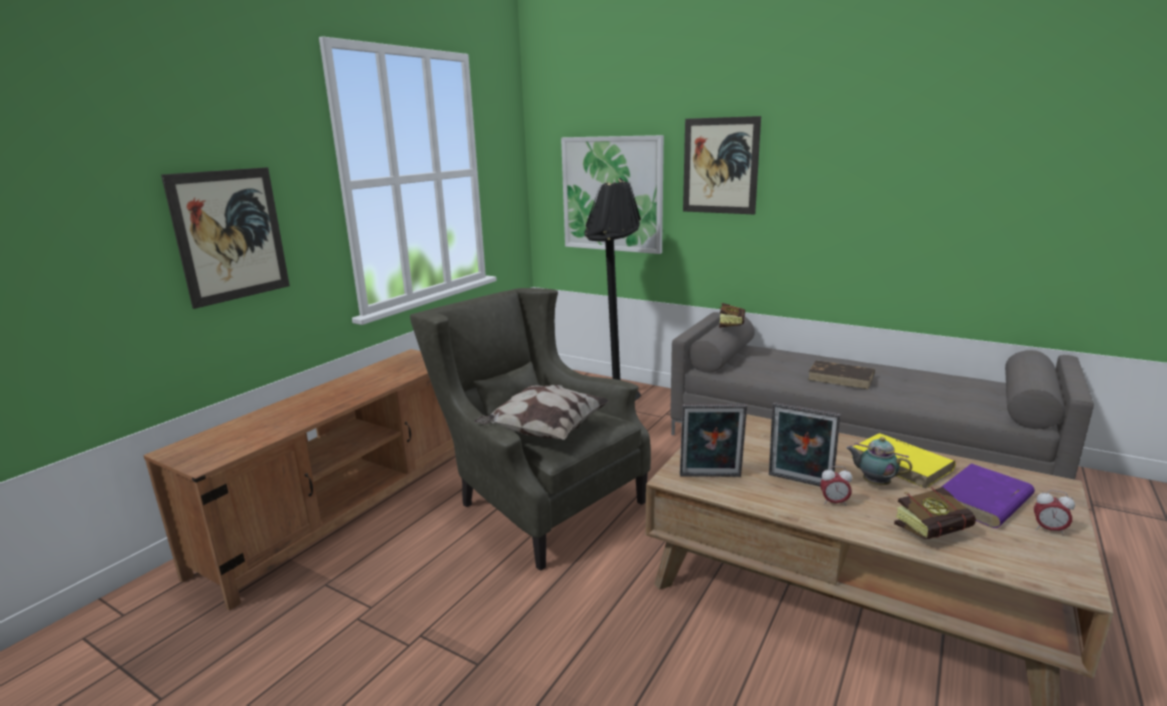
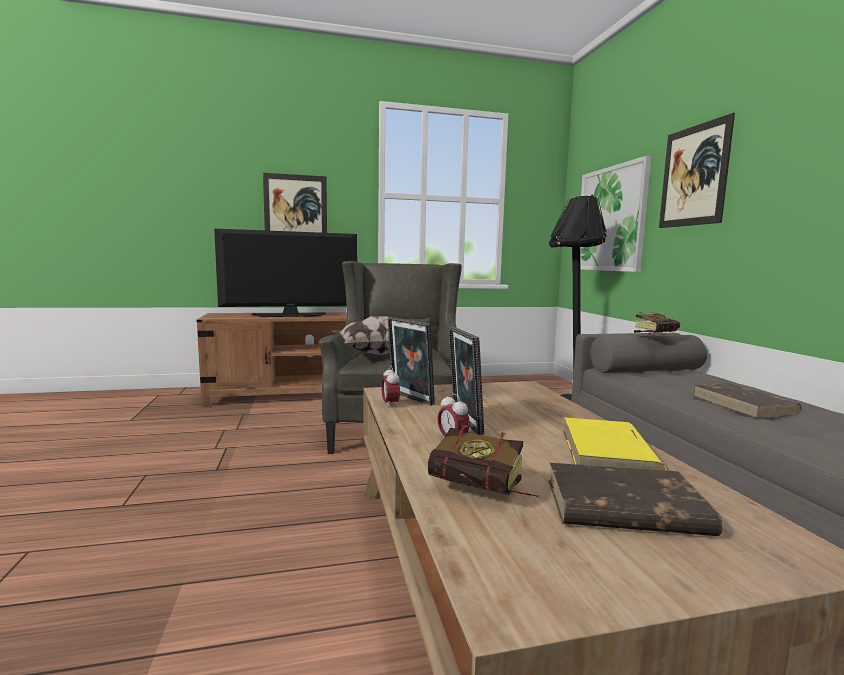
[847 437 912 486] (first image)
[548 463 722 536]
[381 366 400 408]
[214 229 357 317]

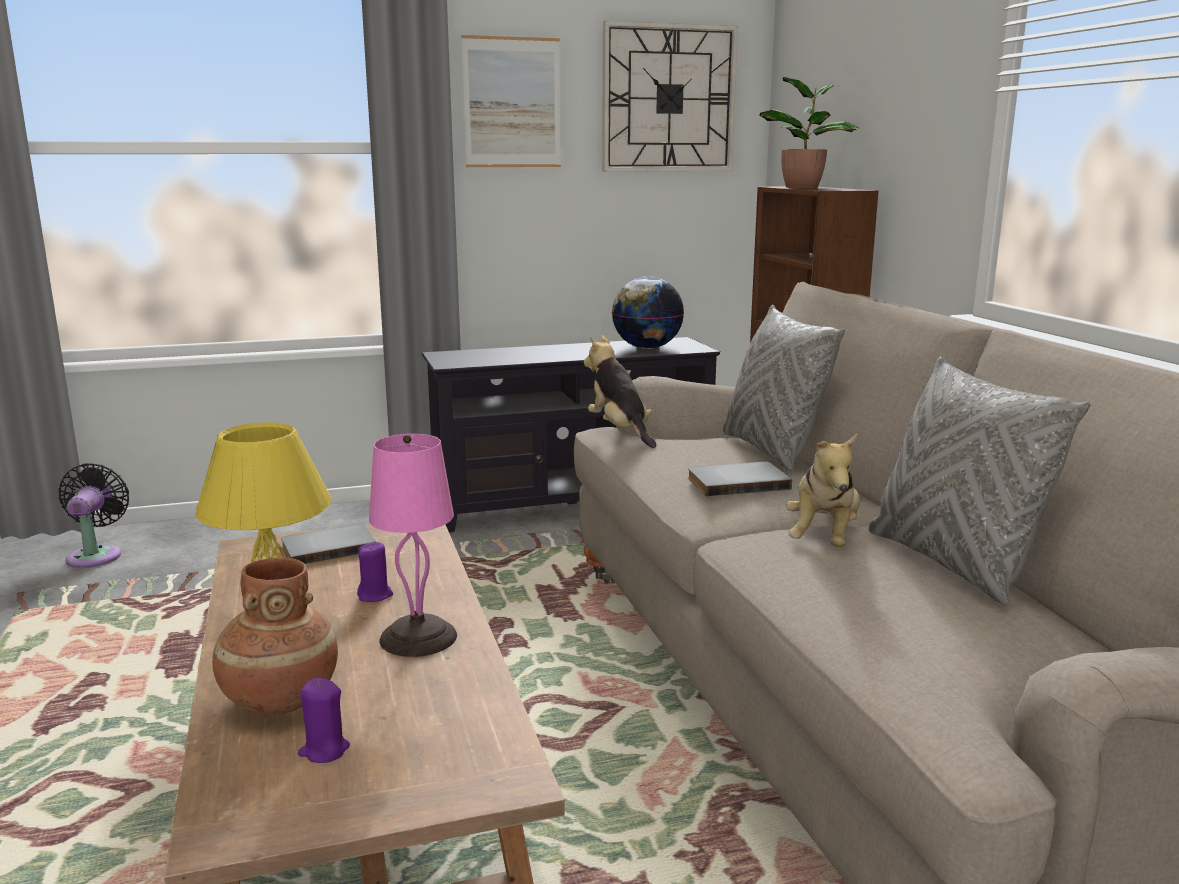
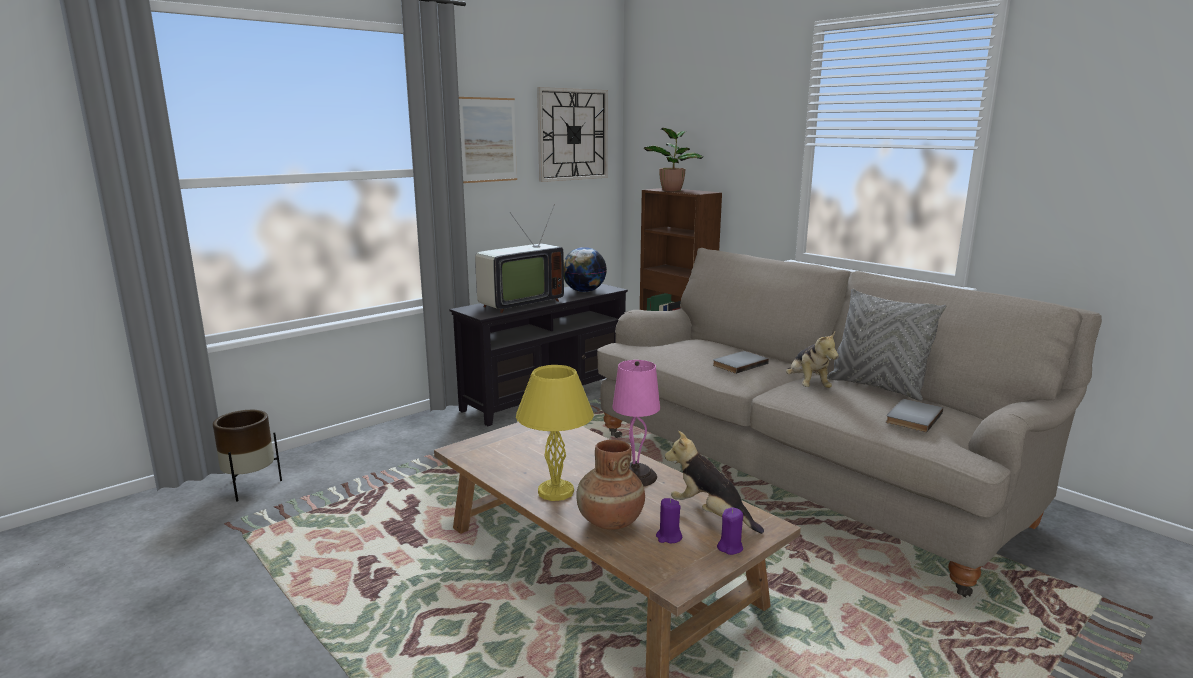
[723 305 845 471] (first image)
[665 431 764 534]
[213 410 282 502]
[886 399 943 433]
[717 507 743 555]
[475 204 564 313]

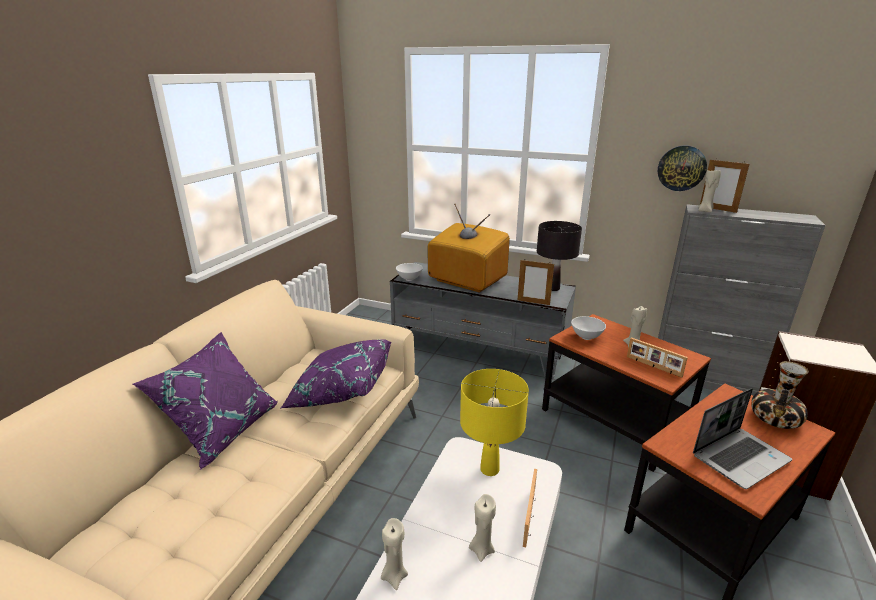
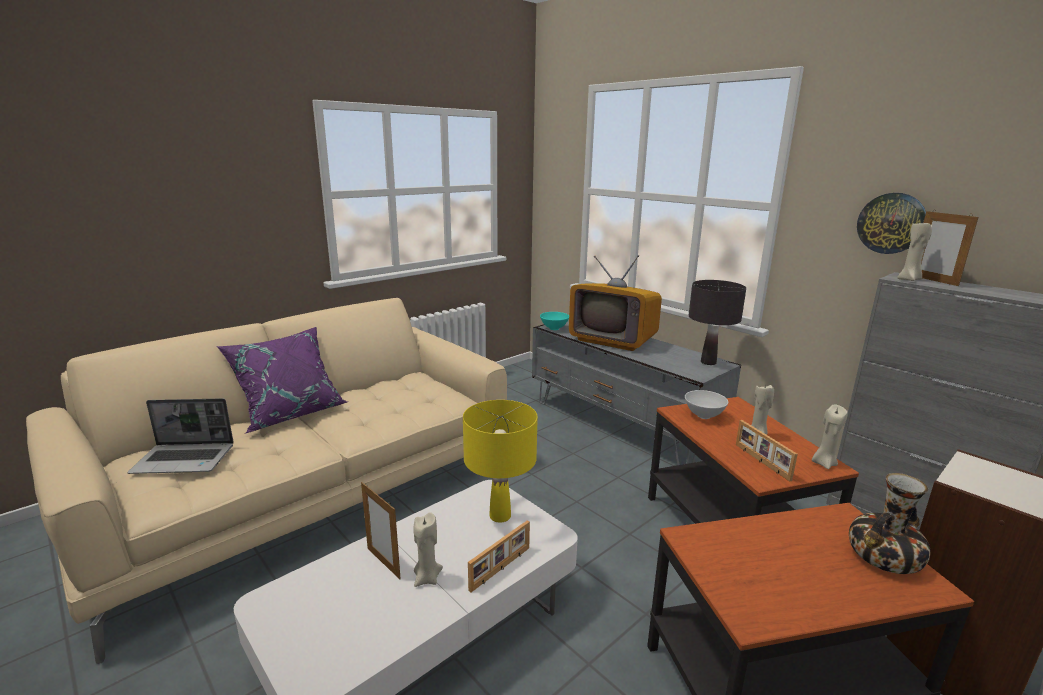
[569 255 662 351]
[361 482 401 579]
[540 312 569 330]
[280 339 391 409] (first image)
[127 398 234 474]
[812 404 848 469]

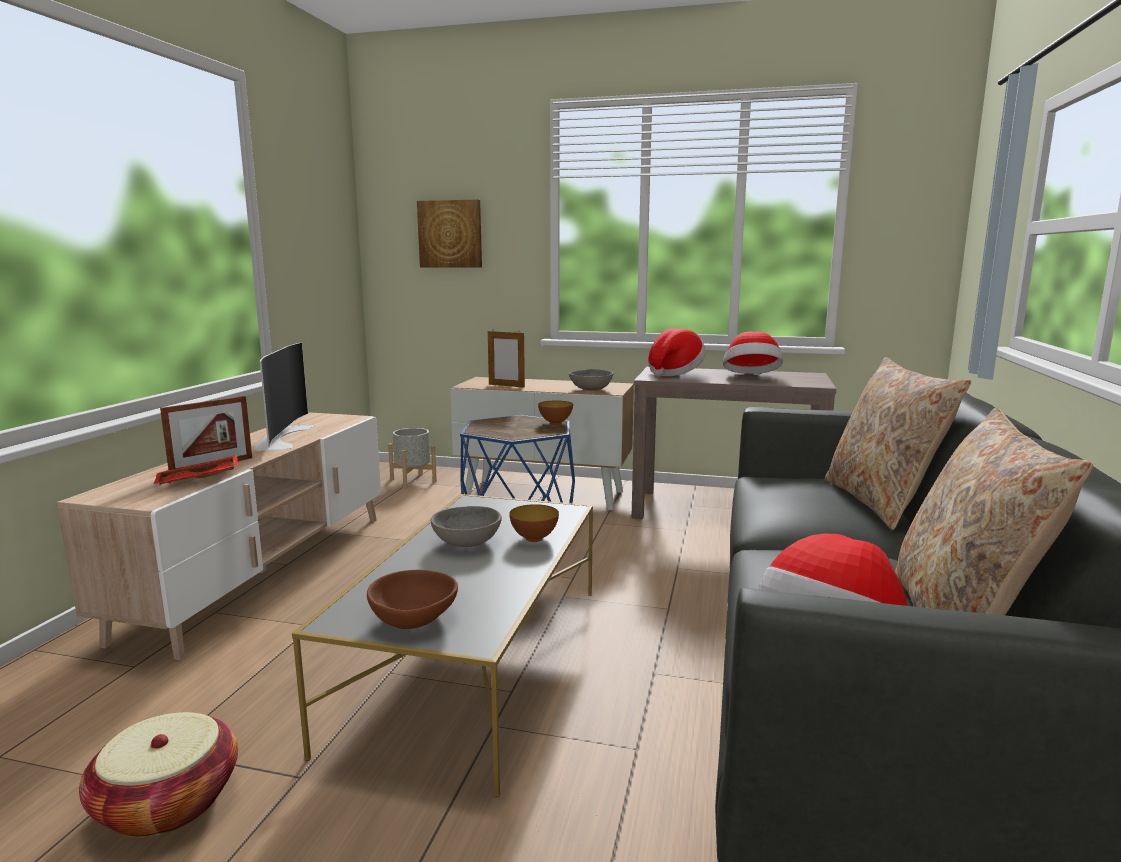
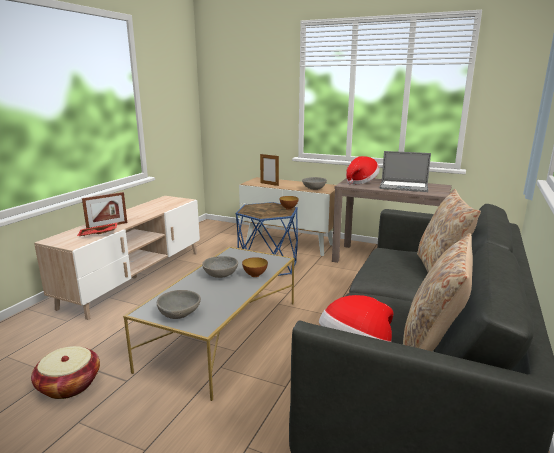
[417 200 482 268] (first image)
[379 151 431 192]
[255 342 315 451] (first image)
[388 428 437 488] (first image)
[157 290 201 319]

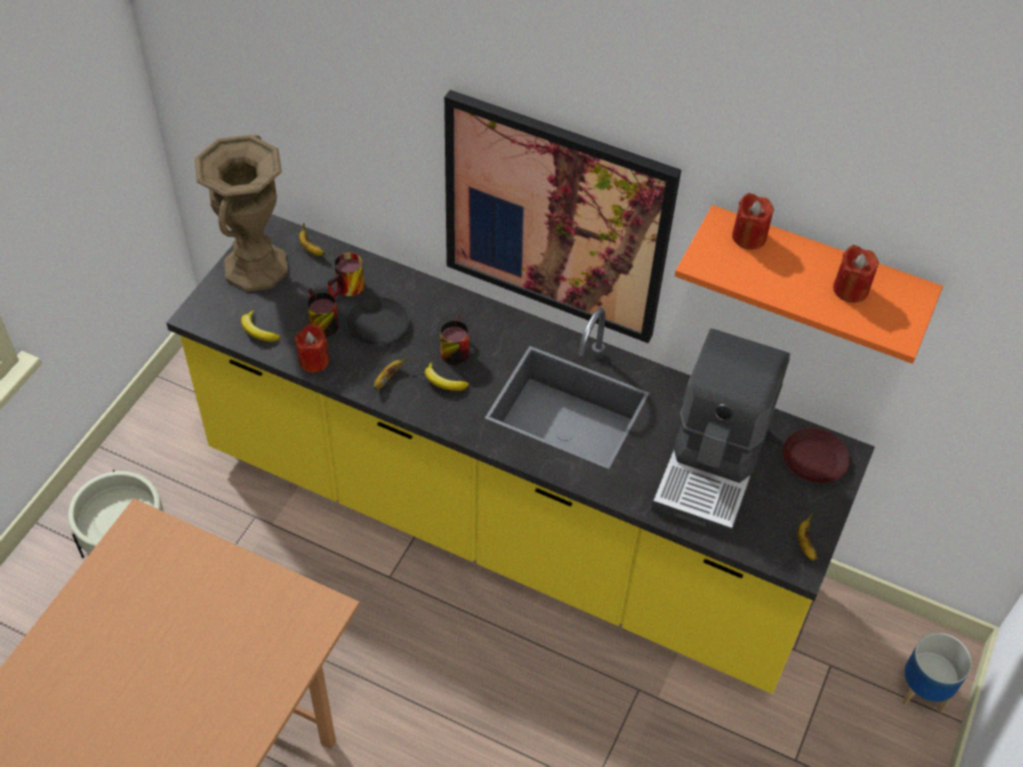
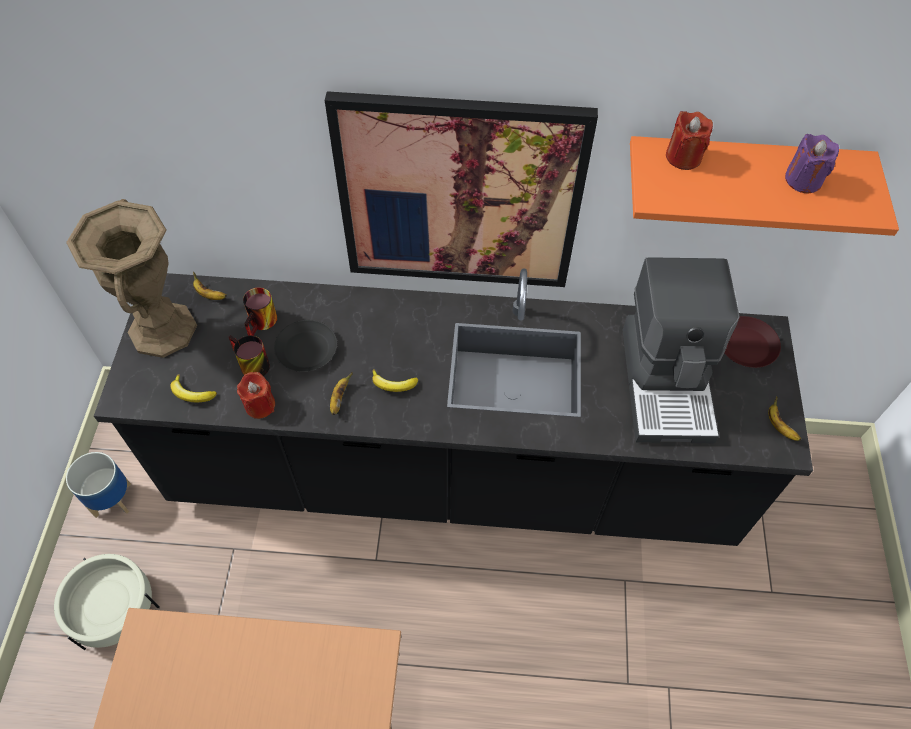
[94 268 813 546]
[785 134 839 194]
[440 313 469 365] (first image)
[66 452 131 518]

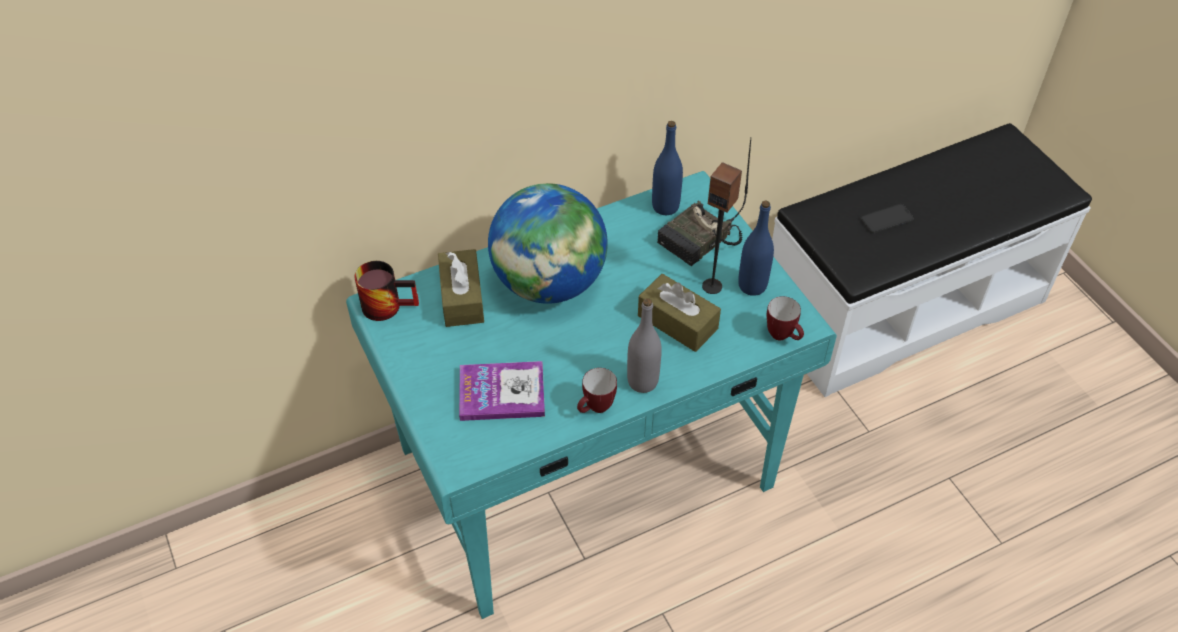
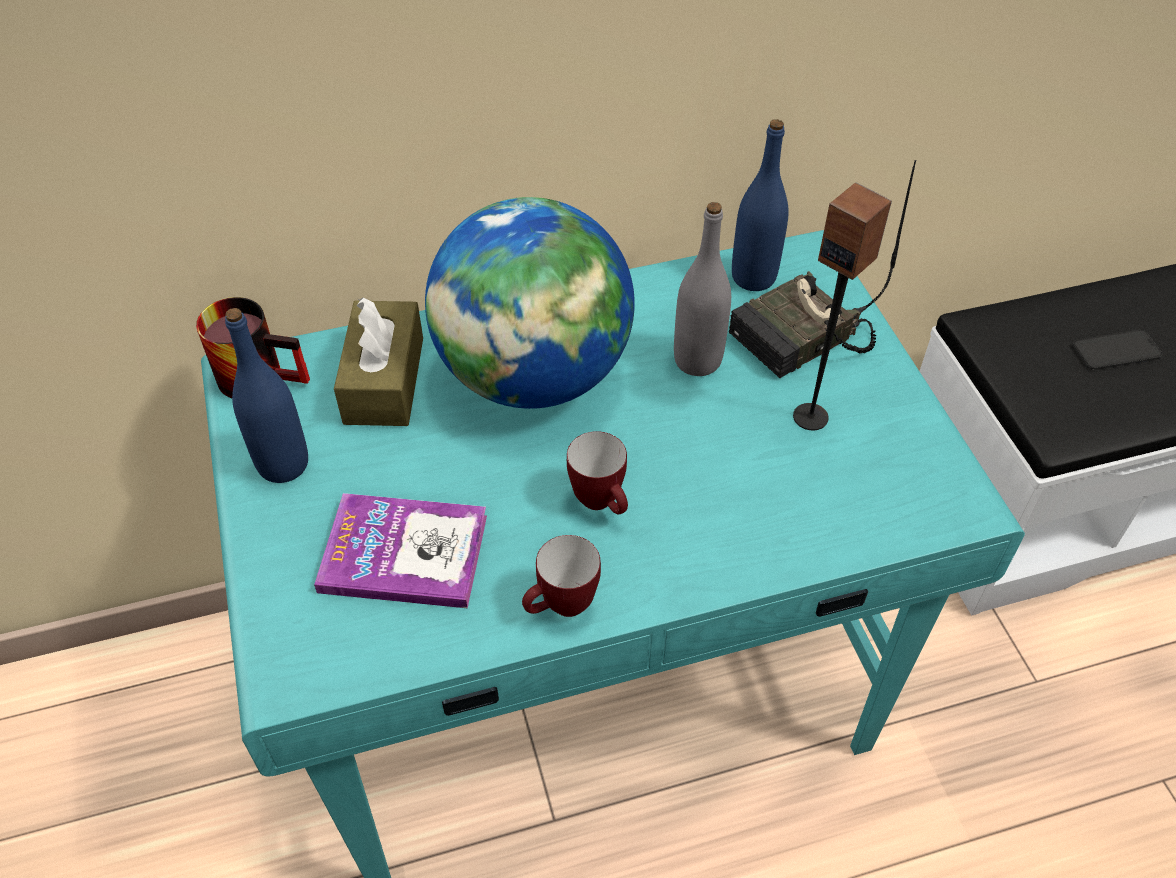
[225 308 308 483]
[638 274 721 352] (first image)
[567 431 628 514]
[674 202 731 376]

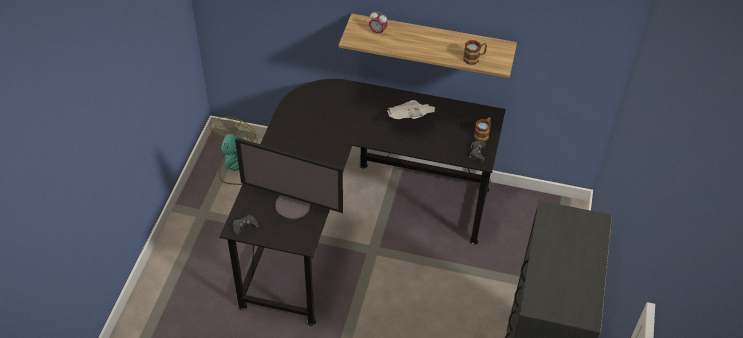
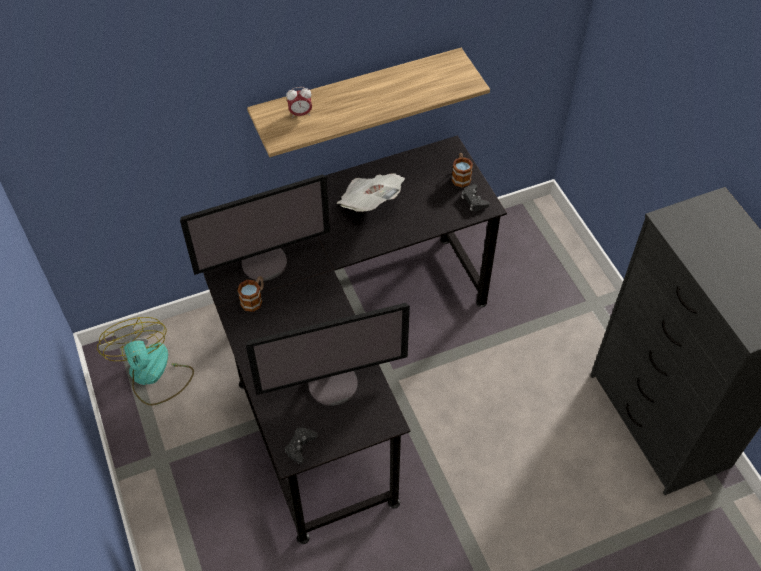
[237 276 264 312]
[180 174 330 281]

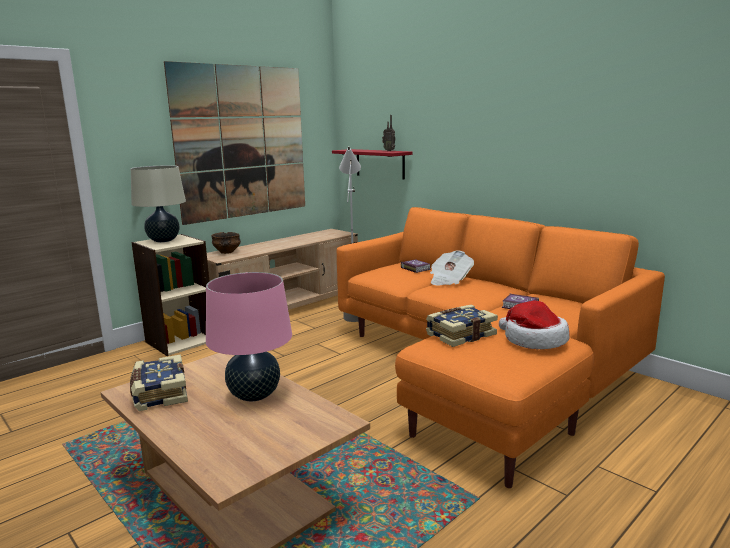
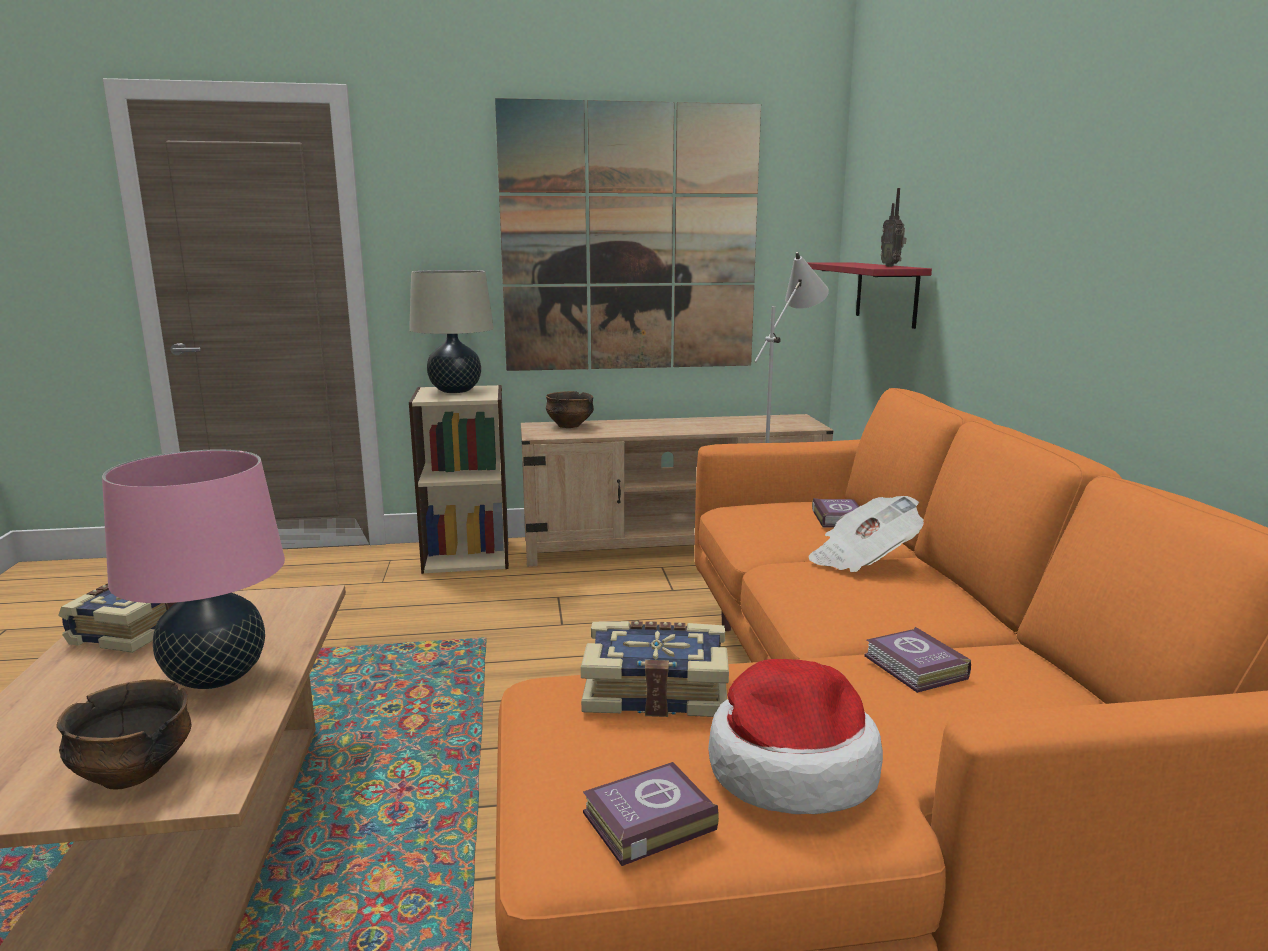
[56 679 191 789]
[583 762 719 866]

